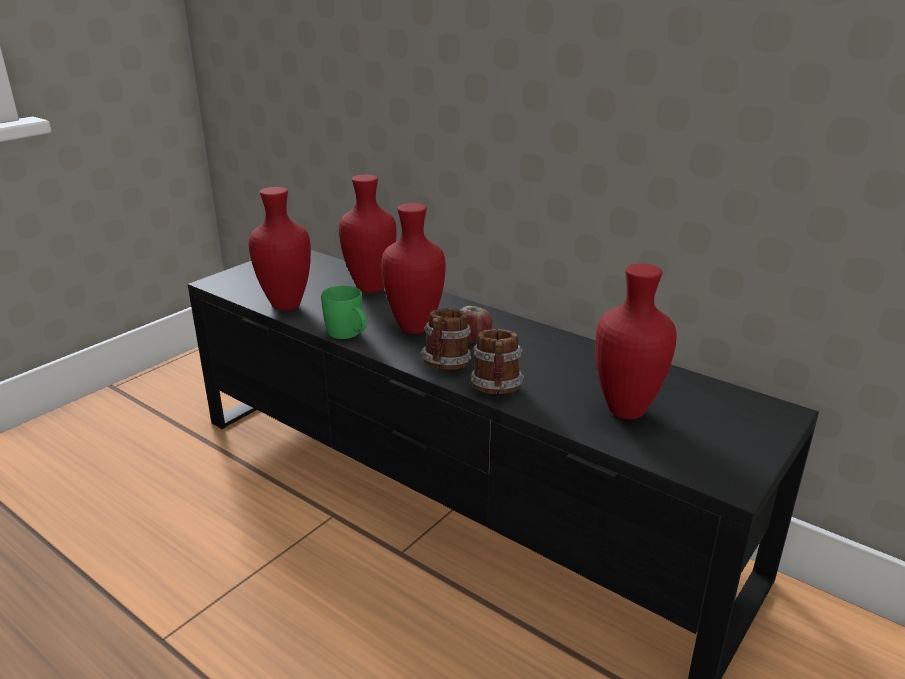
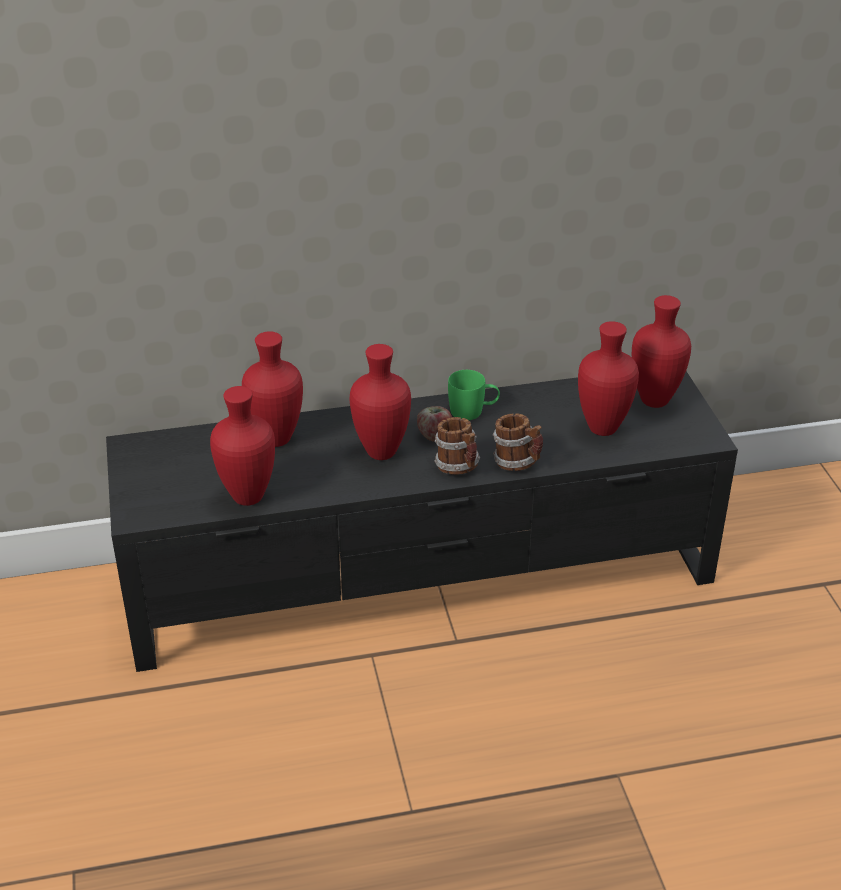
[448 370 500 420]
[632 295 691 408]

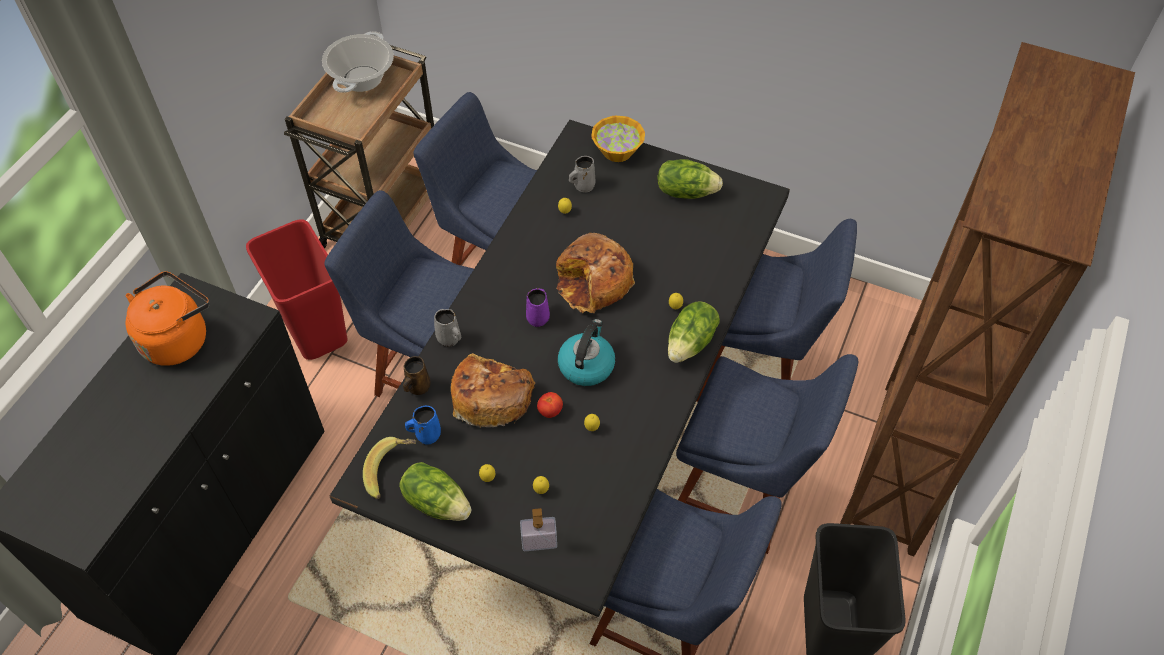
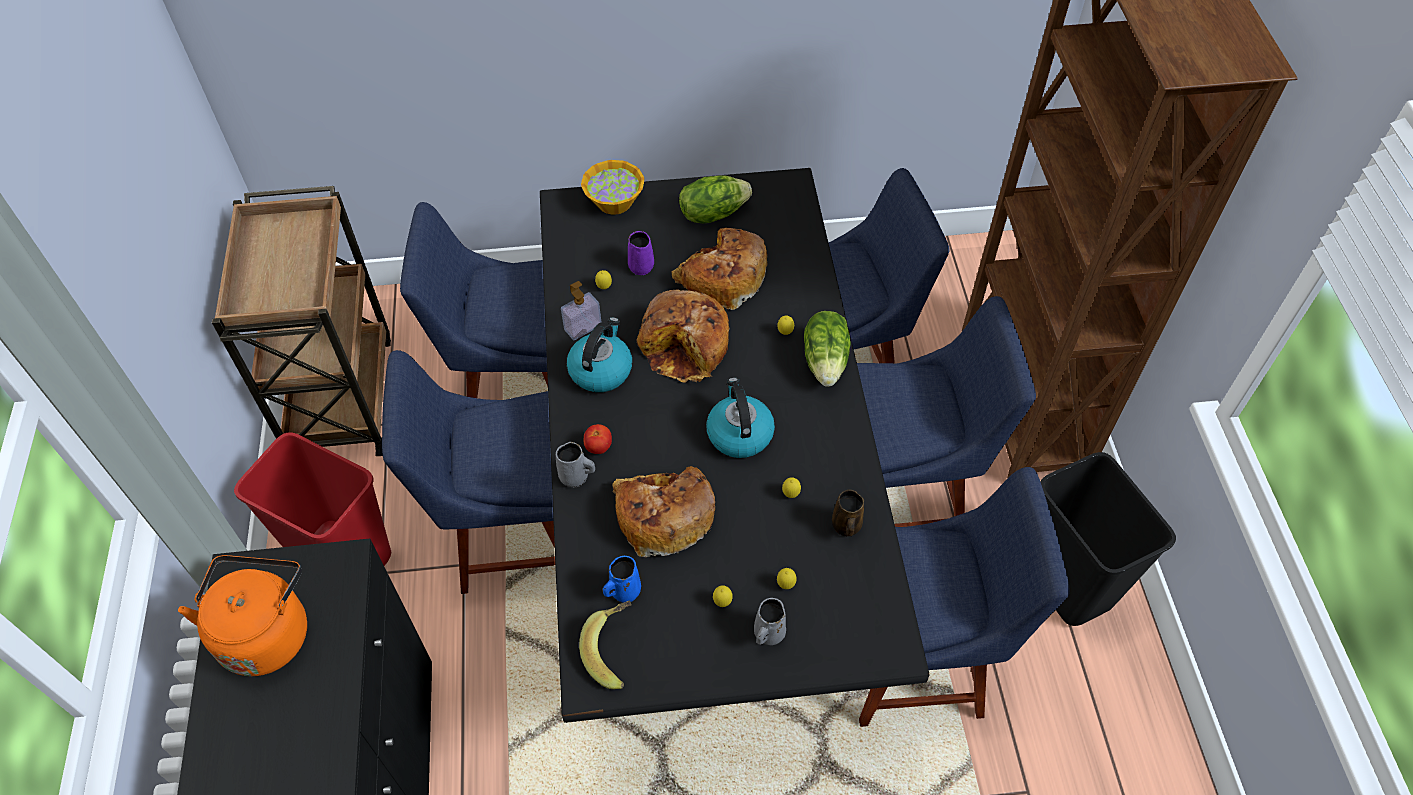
[322 31 394 93] (first image)
[754 598 786 645]
[628 231 654 275]
[832 490 864 536]
[584 424 612 454]
[399 462 471 521] (first image)
[561 281 601 340]
[671 228 767 310]
[567 317 632 392]

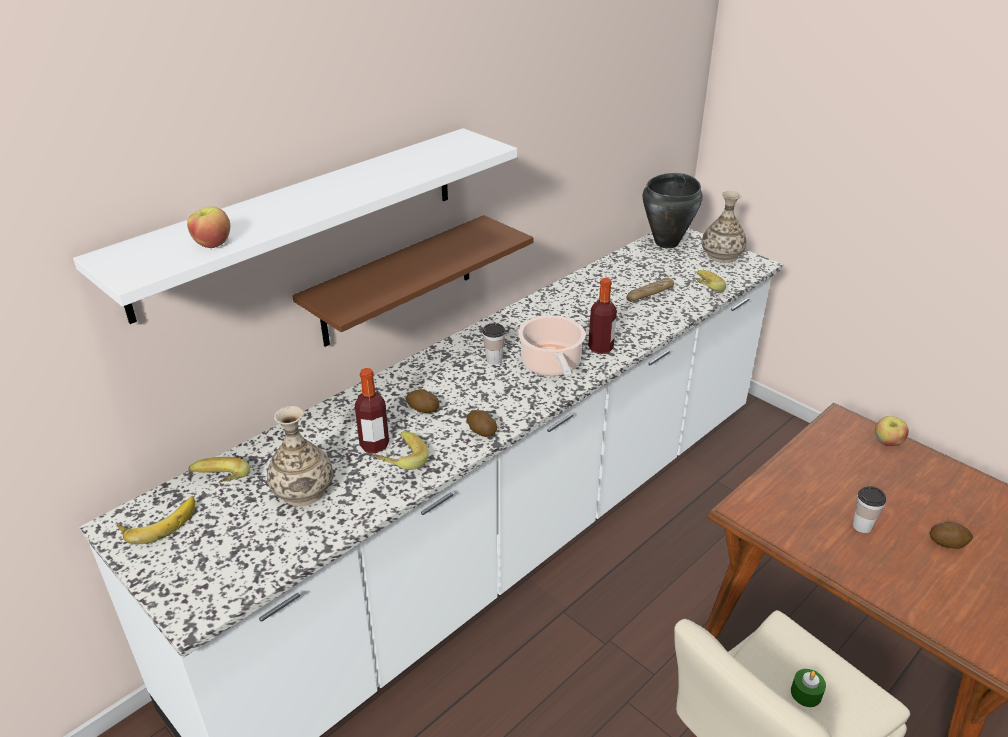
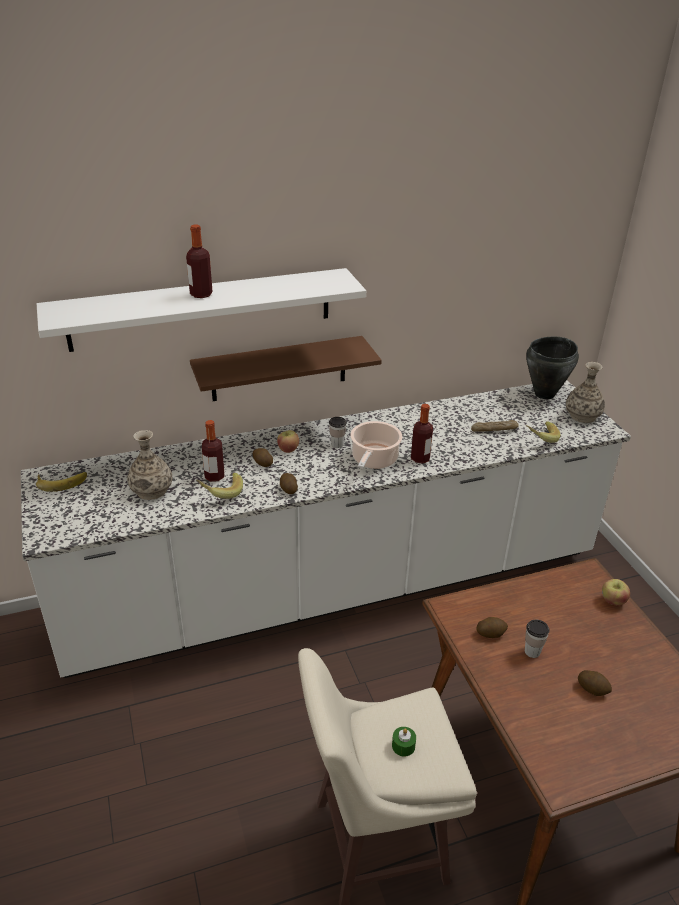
[277 430 299 453]
[188 457 250 483] (first image)
[186 224 213 298]
[476 617 508 638]

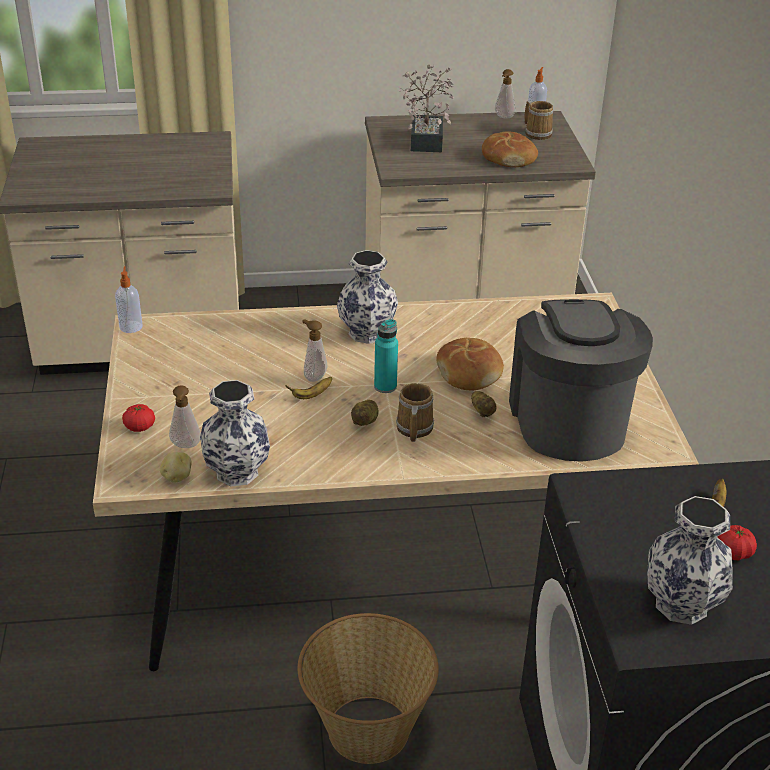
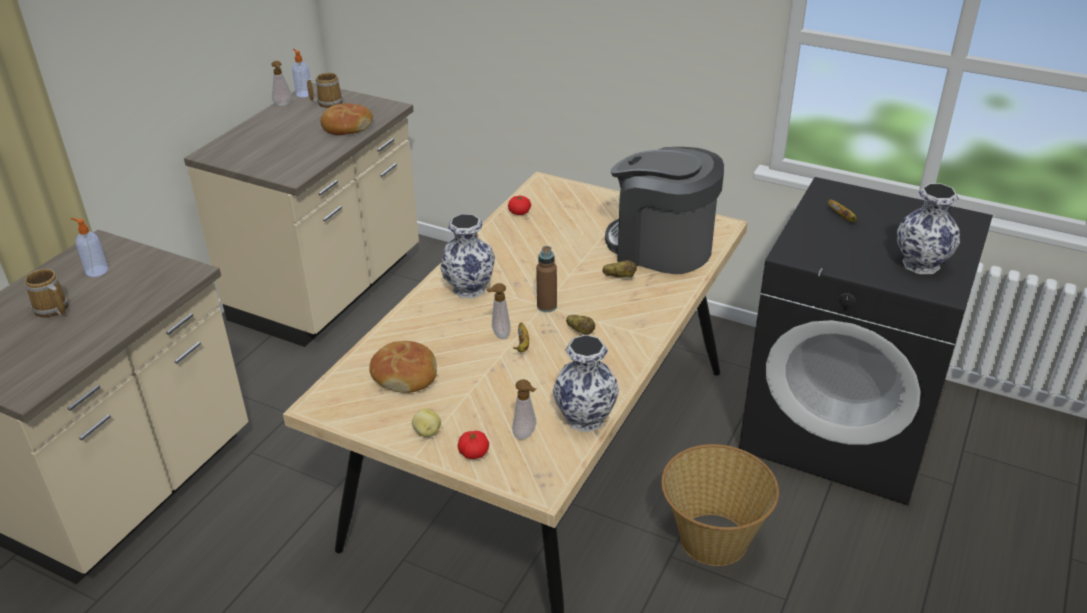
[399 64 455 152] (first image)
[70 218 108 277]
[536 246 557 312]
[369 341 437 393]
[25 269 69 318]
[412 409 441 437]
[508 196 531 215]

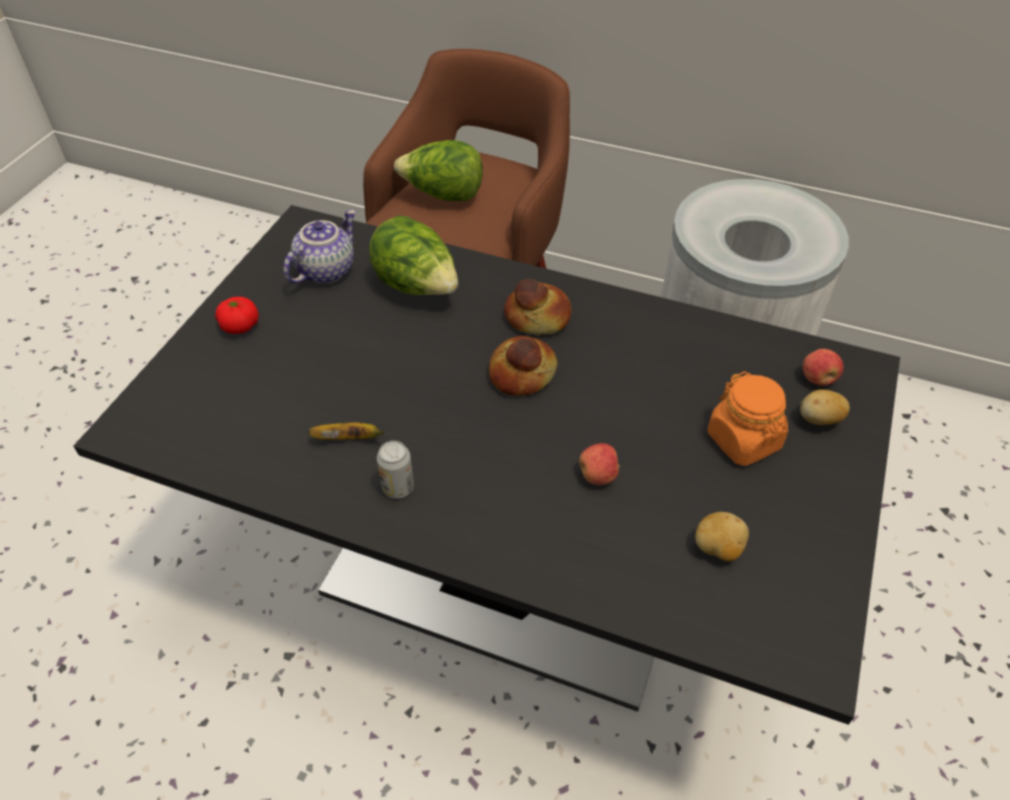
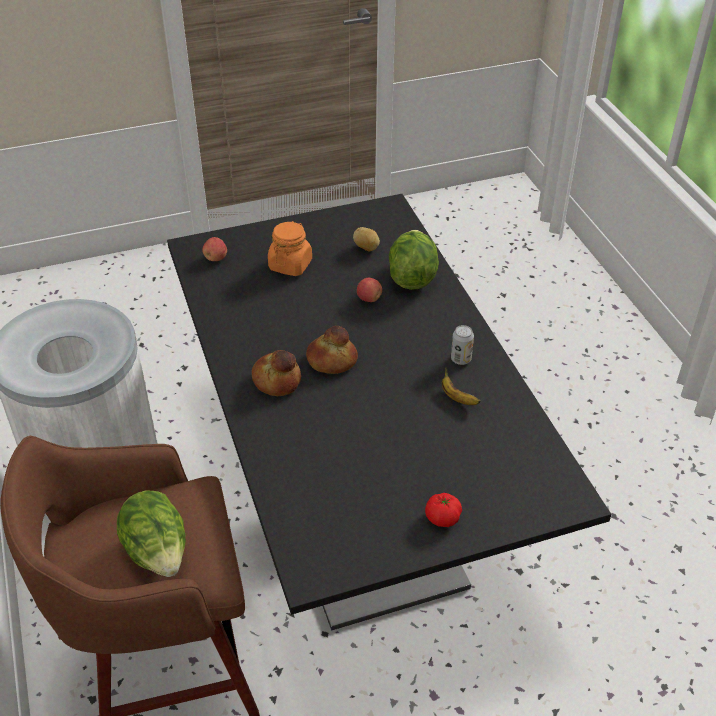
[283 210 356 284] (first image)
[389 230 439 290]
[800 389 850 425] (first image)

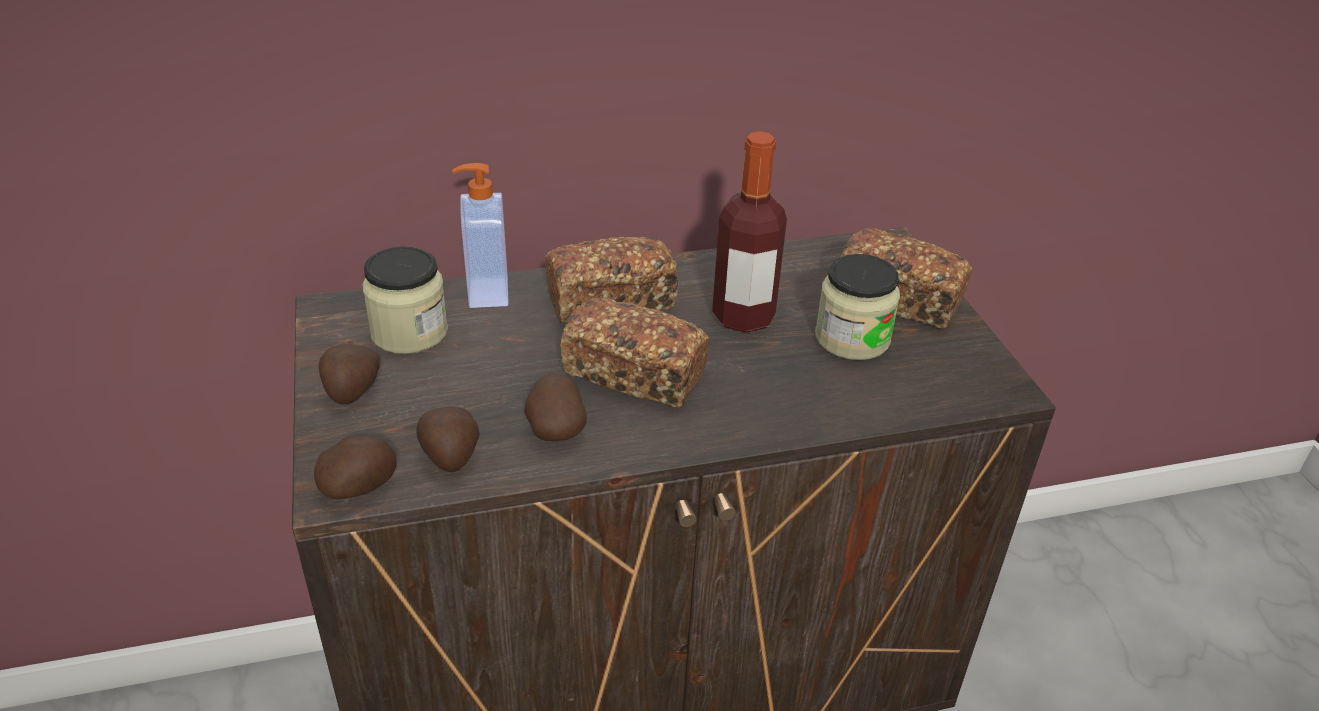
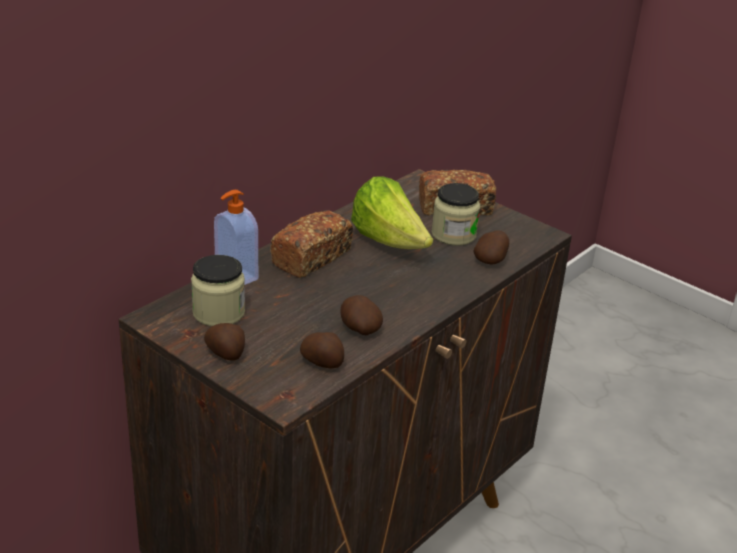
[351 176 433 249]
[560 298 710 407] (first image)
[474 230 509 265]

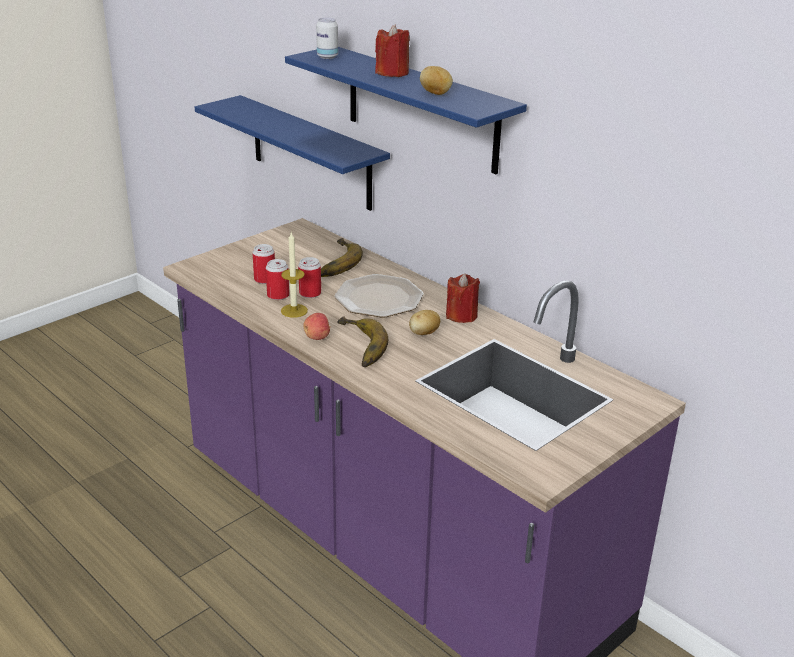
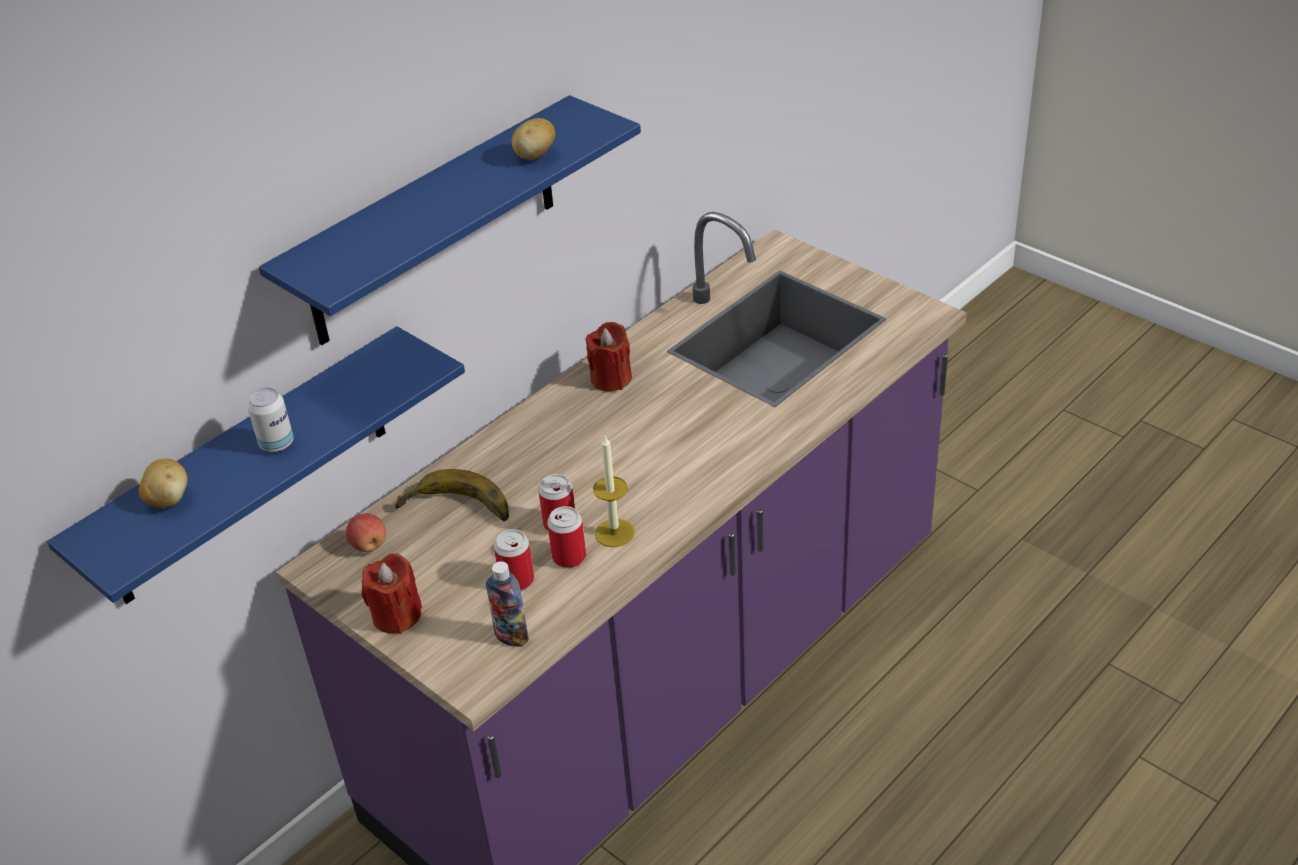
[247 387 294 452]
[362 553 422 634]
[334 274 424 318] (first image)
[139 458 188 508]
[346 513 386 552]
[337 316 388 367] (first image)
[486 561 529 647]

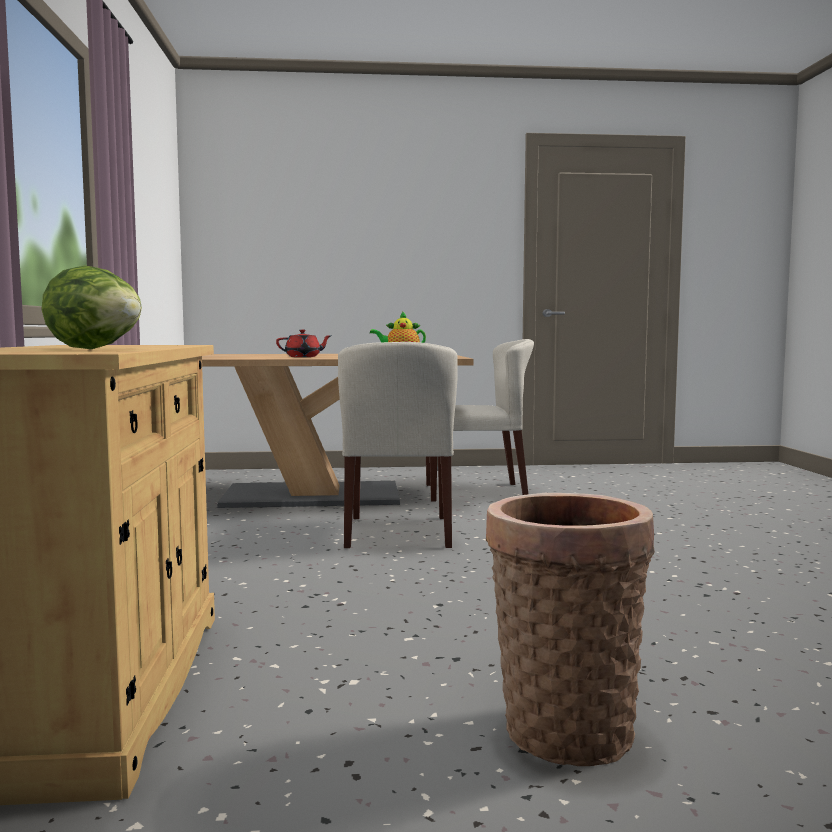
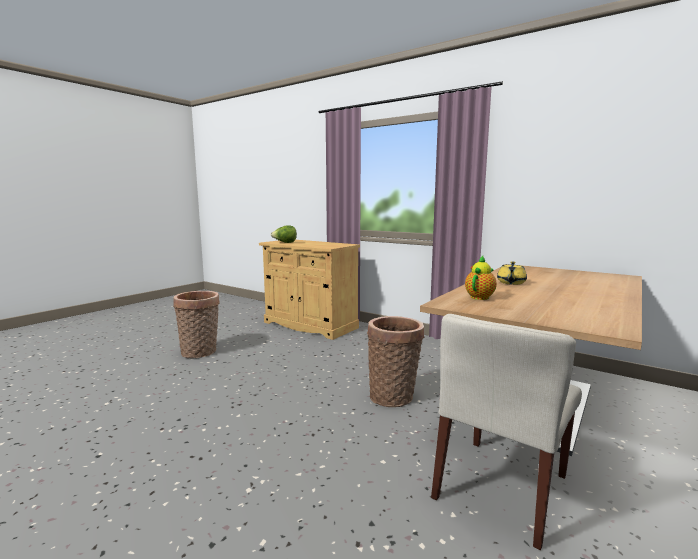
[497 261 527 285]
[367 316 425 407]

